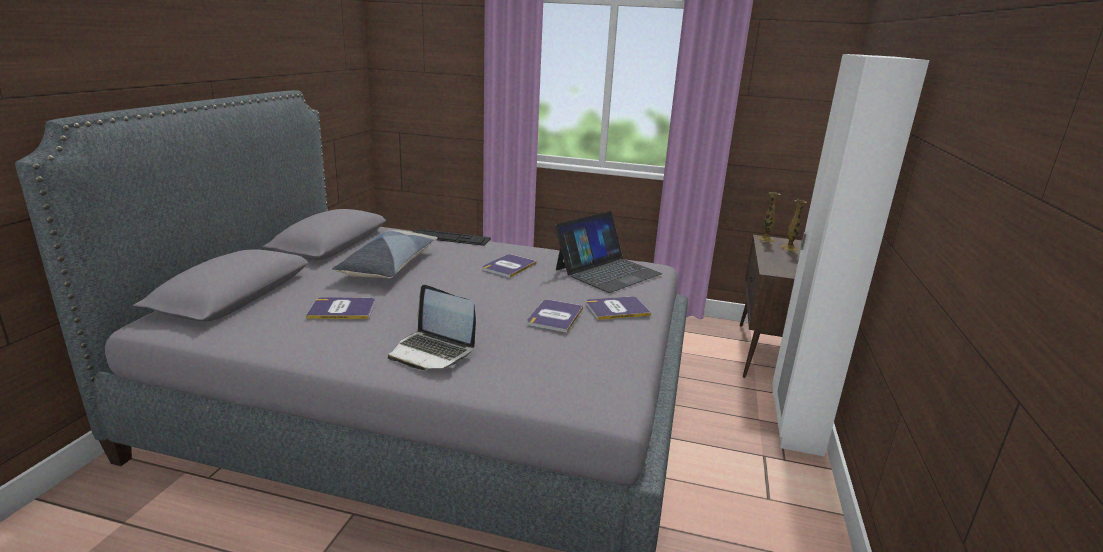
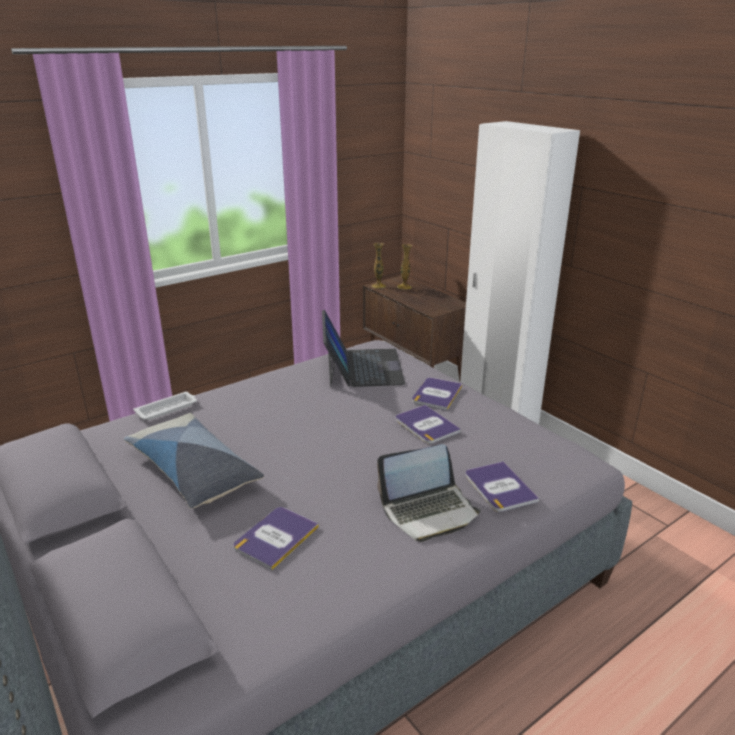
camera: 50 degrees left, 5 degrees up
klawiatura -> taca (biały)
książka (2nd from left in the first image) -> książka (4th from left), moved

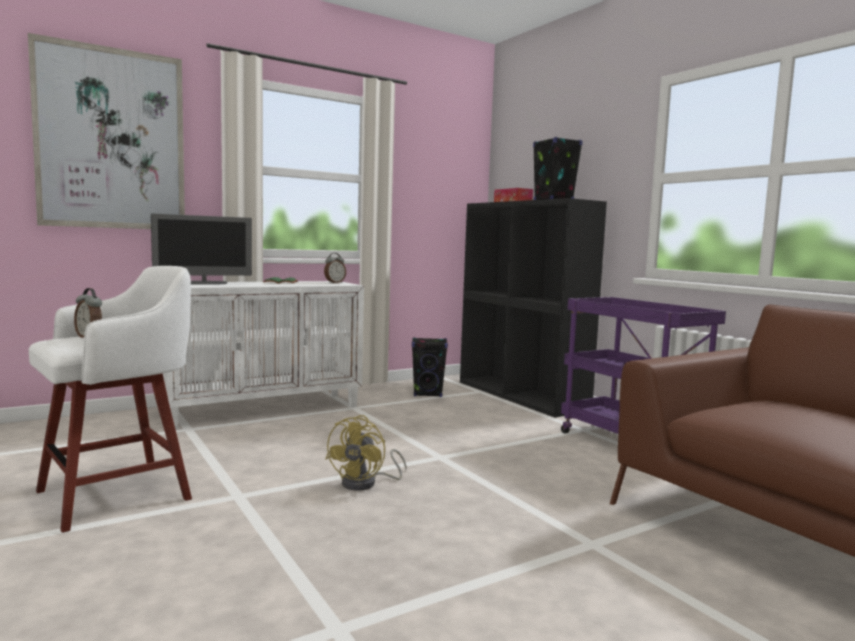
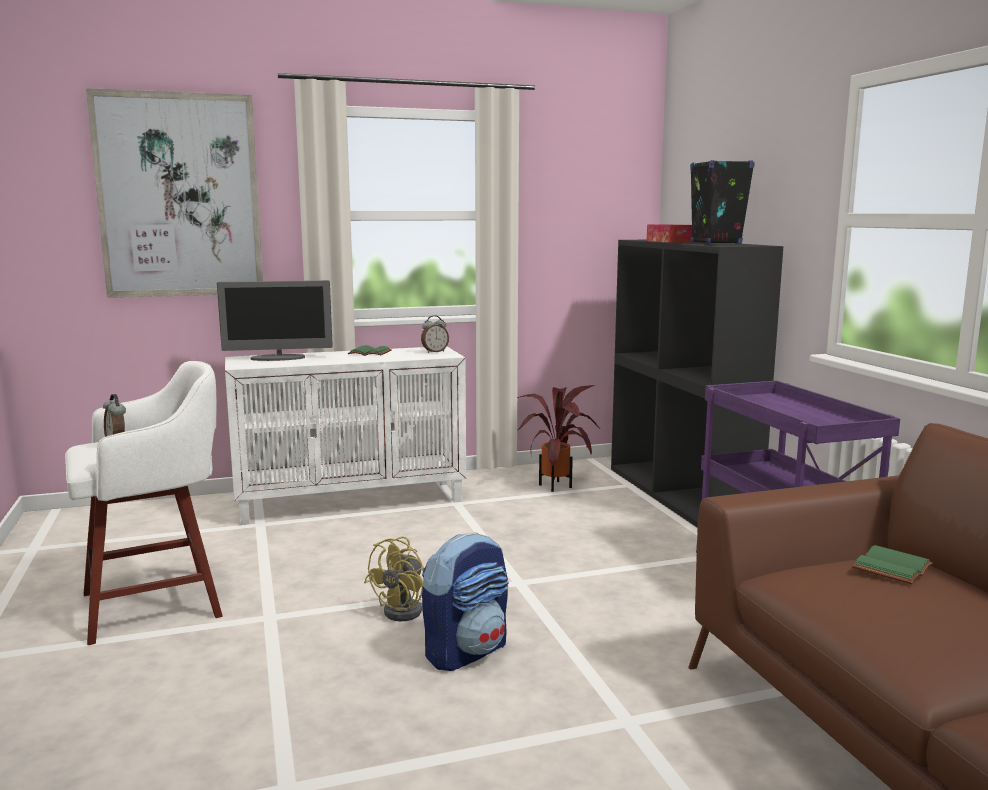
camera: 15 degrees right, 5 degrees up
głośnik (czarny) (1st from left) -> roślina doniczkowa
none -> plecak
none -> książka (zielony) (2nd from left)

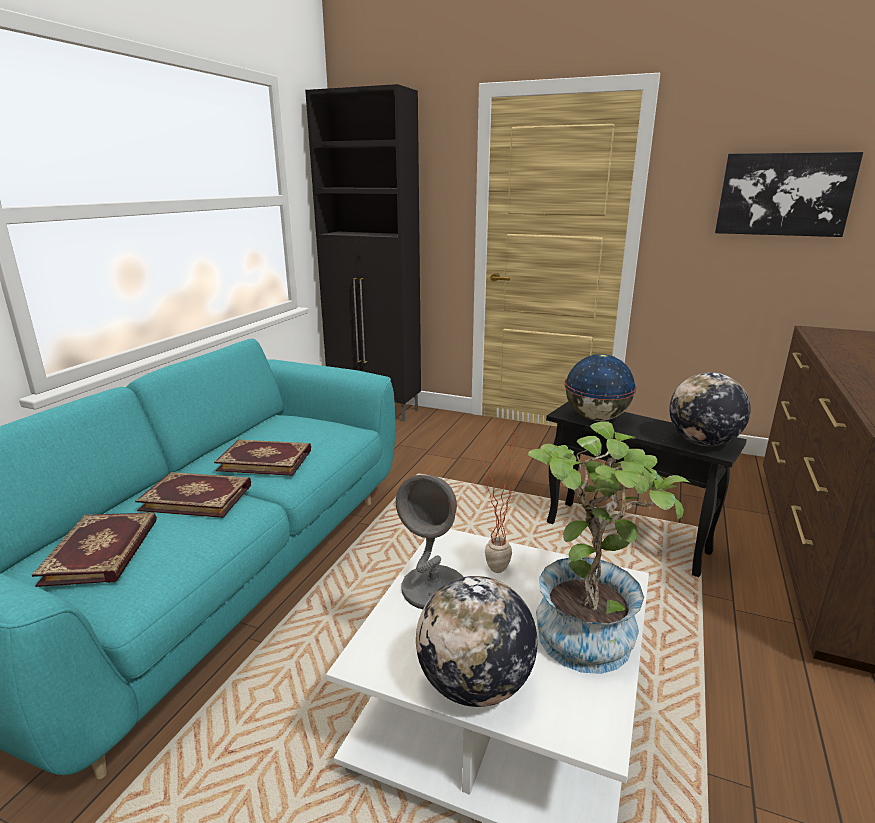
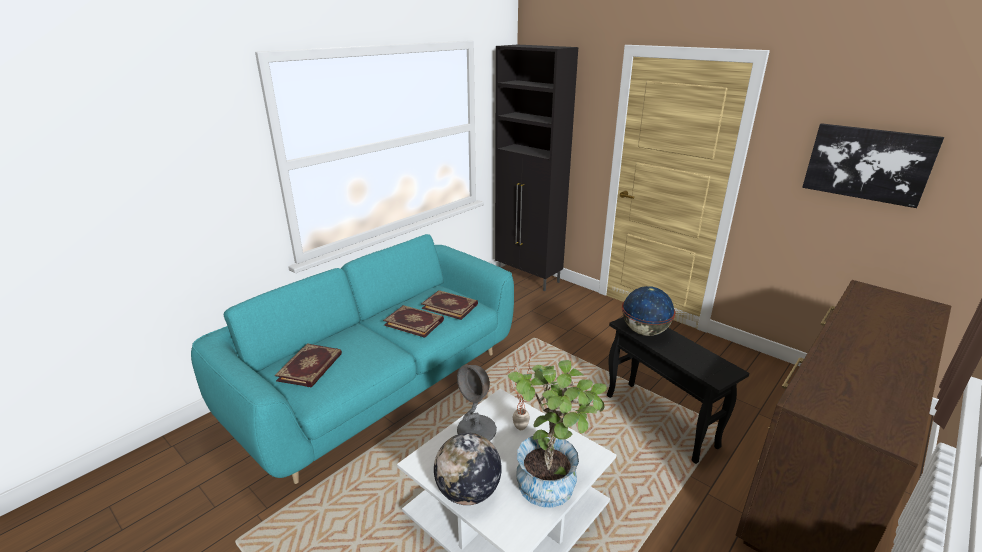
camera: 20 degrees right, 5 degrees up
globus (3rd from left) -> none
książka (2nd from left in the first image) -> książka (3rd from left), moved

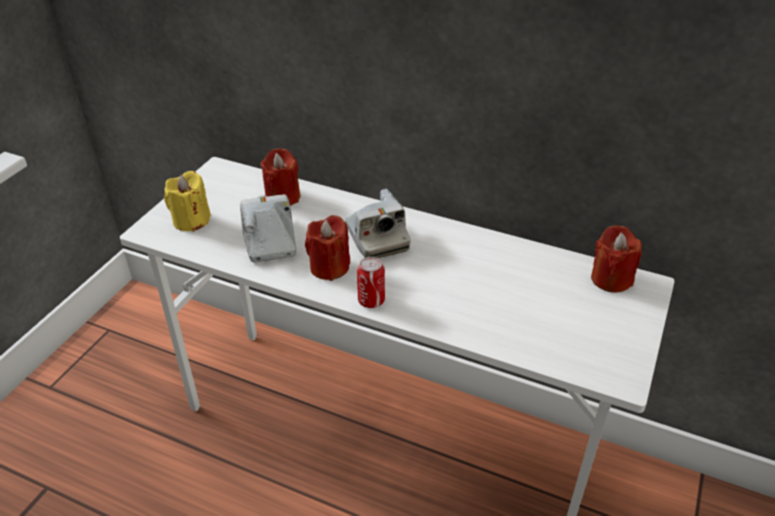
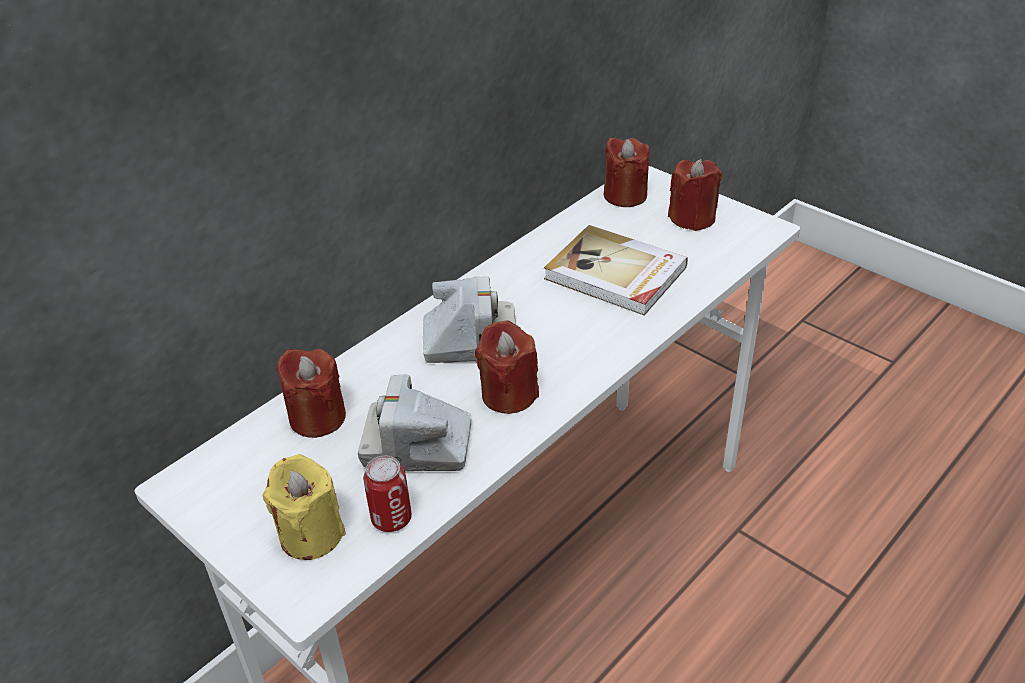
camera: 70 degrees left, 0 degrees up
puszka, moved
none -> świeca (czerwony) (4th from left)
none -> książka

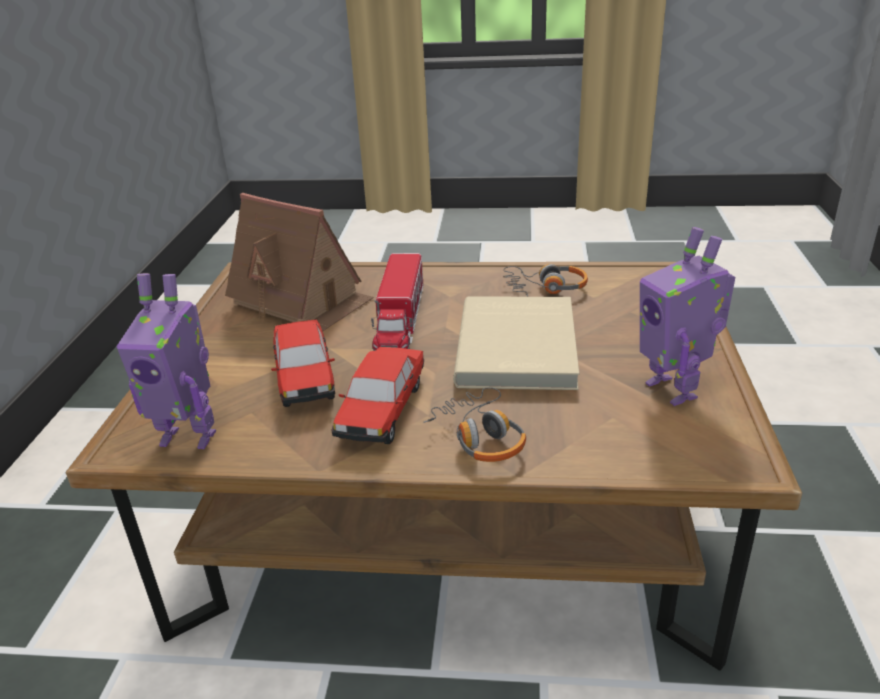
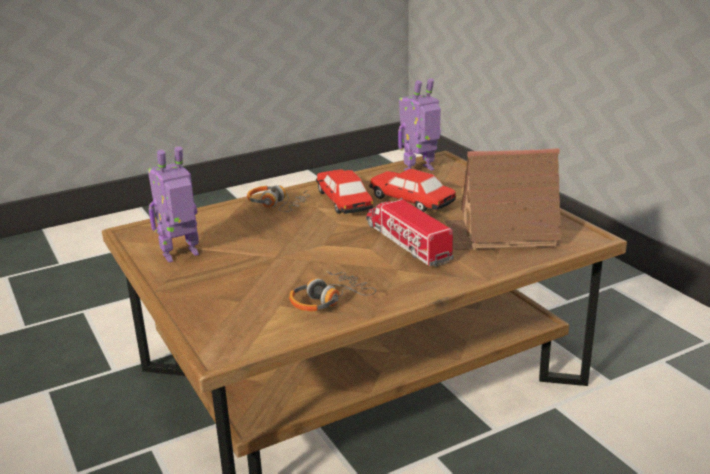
camera: 145 degrees right, 5 degrees down
robot zabawkowy (2nd from left in the first image) -> robot zabawkowy (1st from left), 60 degrees counterclockwise
książka (beżowy) -> none

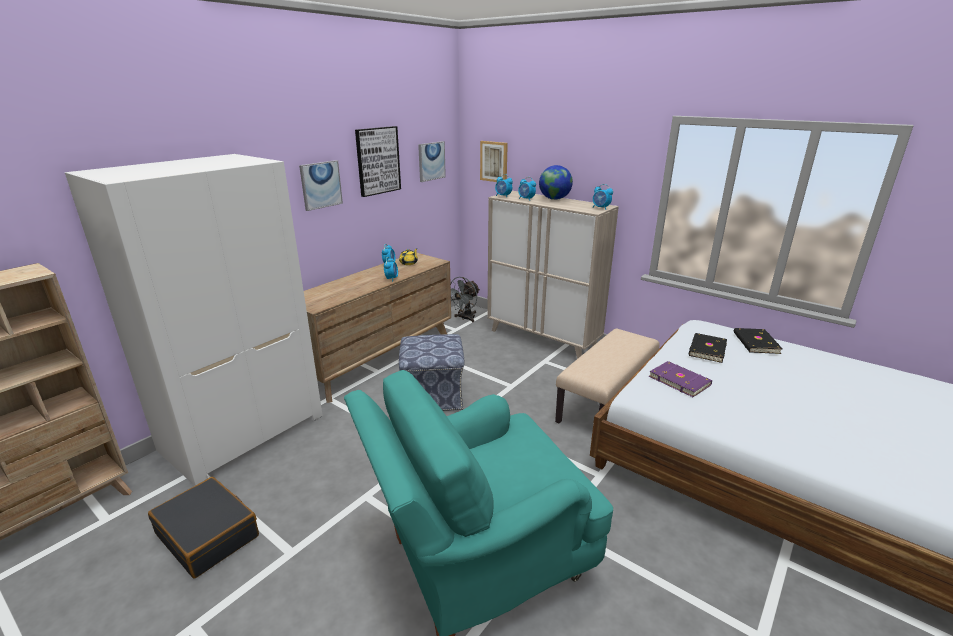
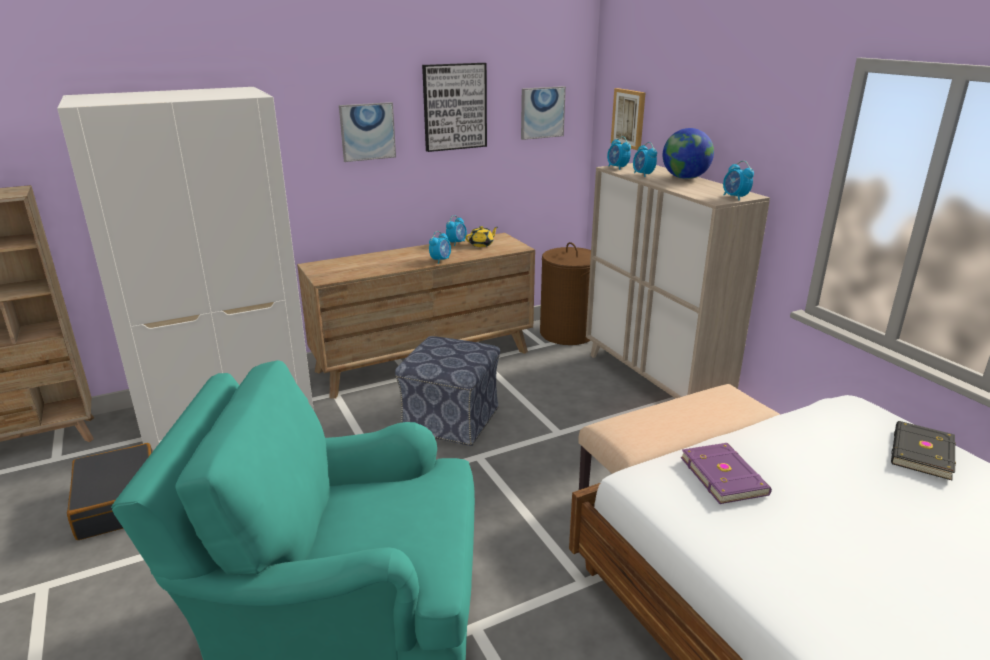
camera: 25 degrees right, 0 degrees up
wentylator (szary) -> kosz na pranie (brązowy)
książka (czarny) (1st from left) -> none

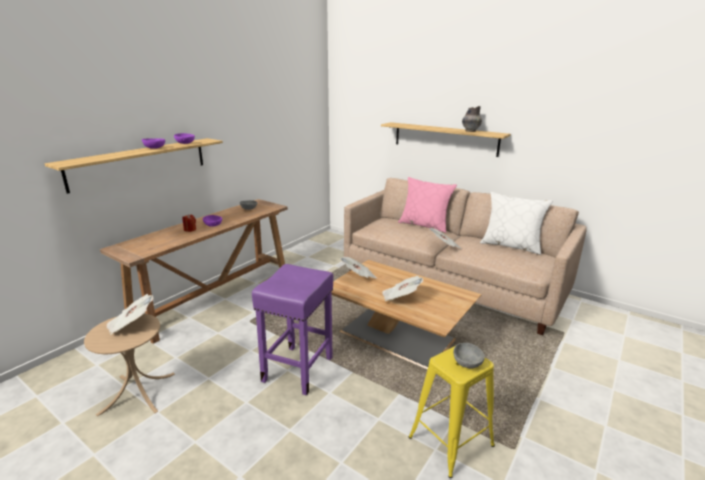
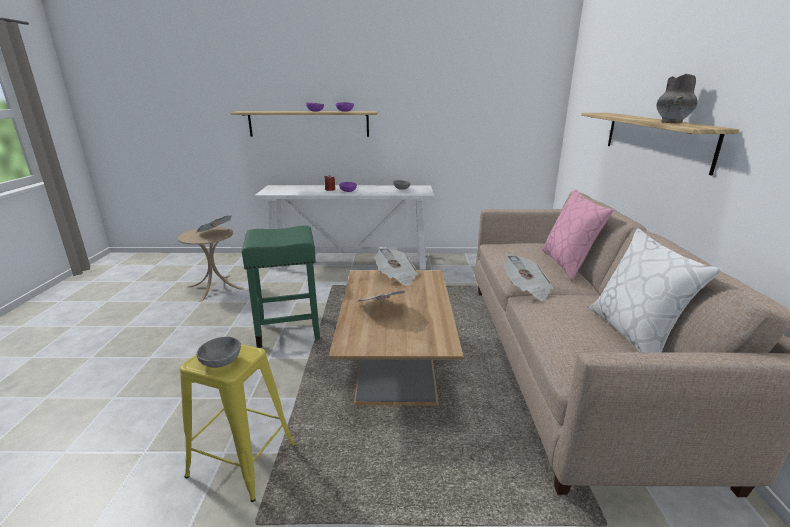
camera: 55 degrees right, 0 degrees up
stolik konsolowy (brązowy) -> stolik konsolowy (biały)
stołek (fioletowy) -> stołek (zielony)

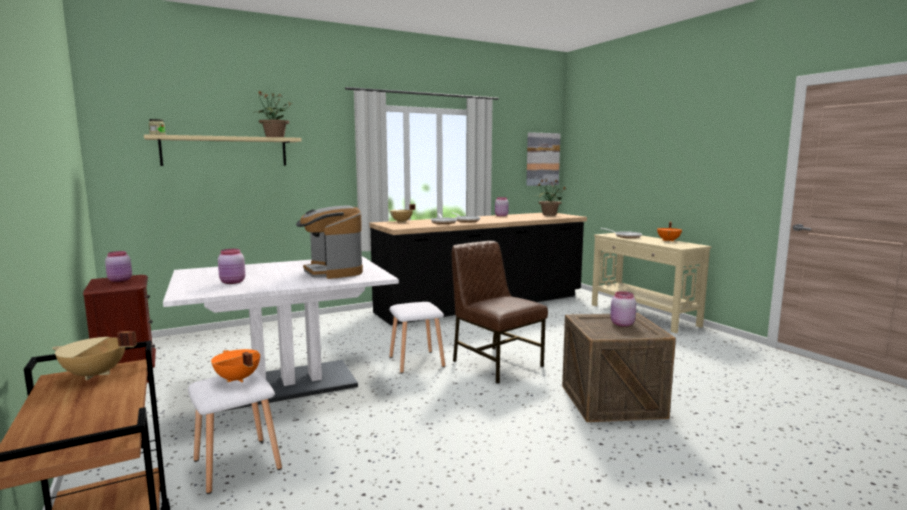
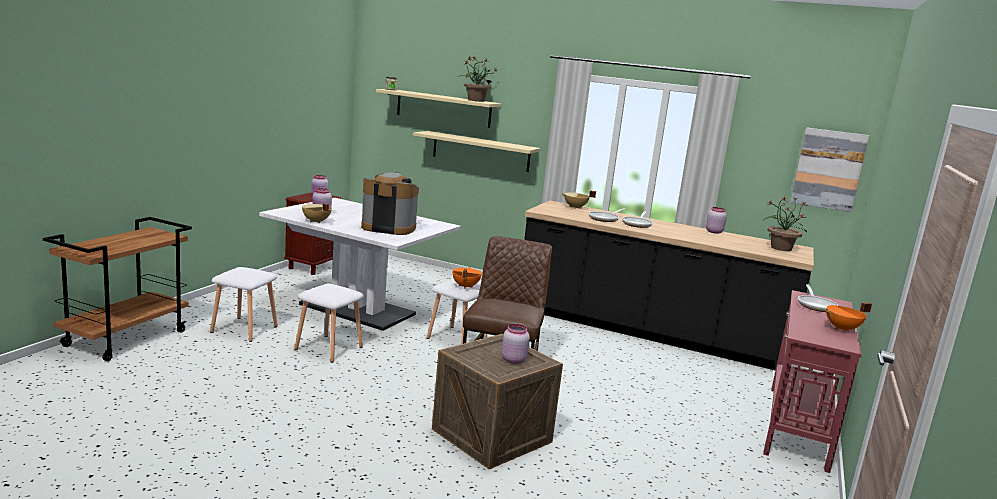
camera: 50 degrees right, 5 degrees up
ekspres do kawy, 75 degrees clockwise
stolik konsolowy (beżowy) -> stolik konsolowy (czerwony)
garnek (beżowy) (1st from left), moved
garnek (pomarańczowy) (1st from left), moved
none -> półka (beżowy) (2nd from left)
none -> stołek (biały) (2nd from left)

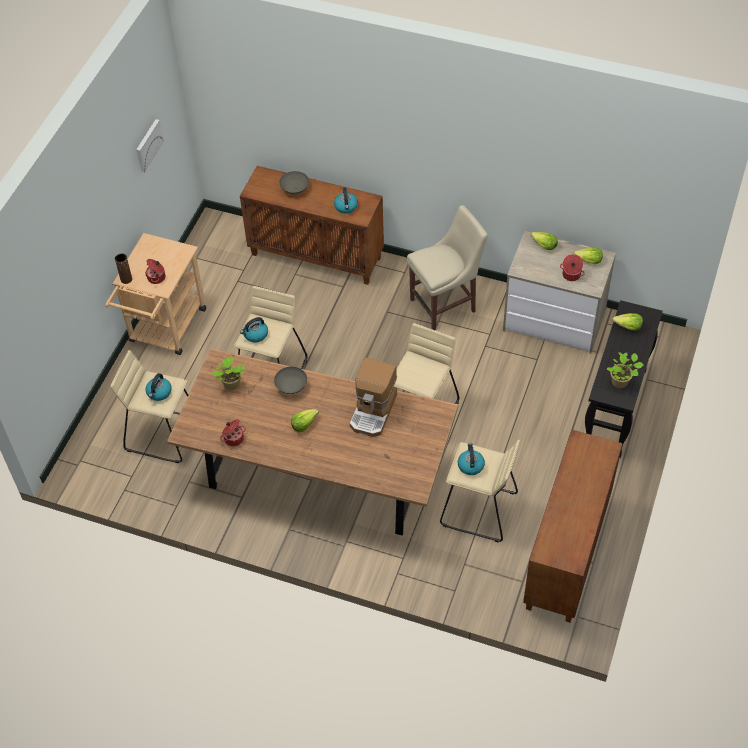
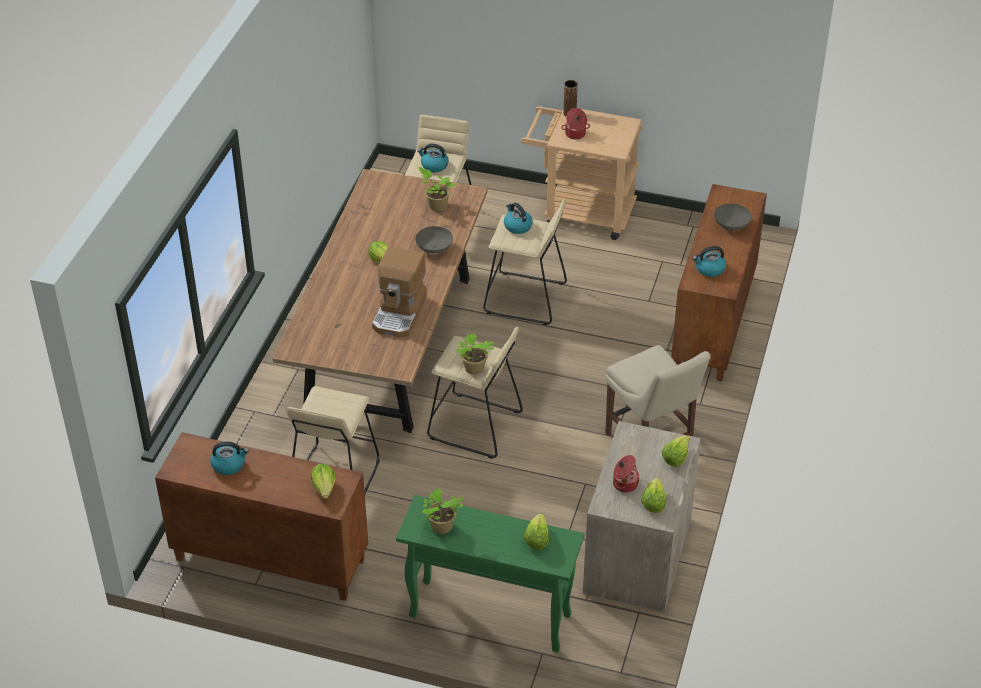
camera: 85 degrees right, 10 degrees down
obraz -> none
stolik konsolowy (czarny) -> stolik konsolowy (zielony)
ekspres do kawy, 90 degrees counterclockwise
garnek (2nd from left) -> none
czajnik (4th from left in the first image) -> czajnik (1st from left), moved
none -> roślina doniczkowa (3rd from left)
none -> sałata (1st from left)

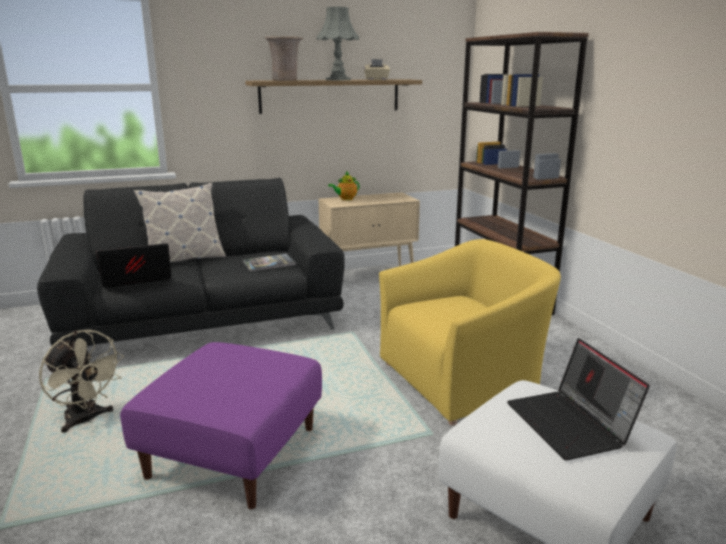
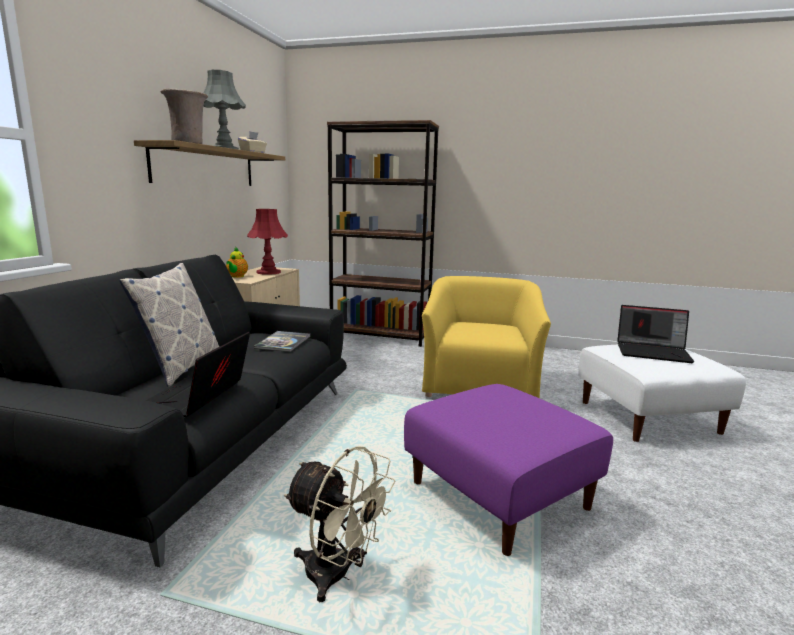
camera: 55 degrees left, 5 degrees down
wentylator (beżowy), 45 degrees clockwise
none -> lampa stołowa (czerwony)

